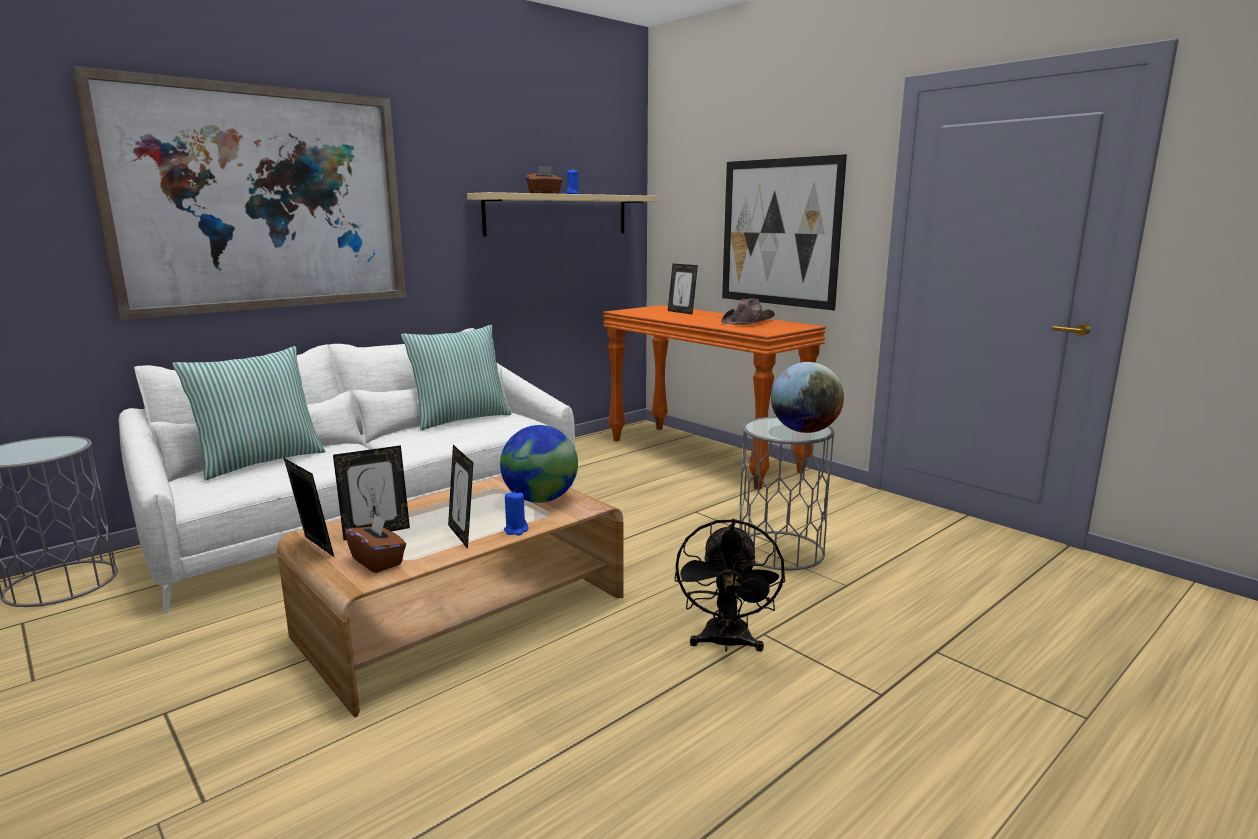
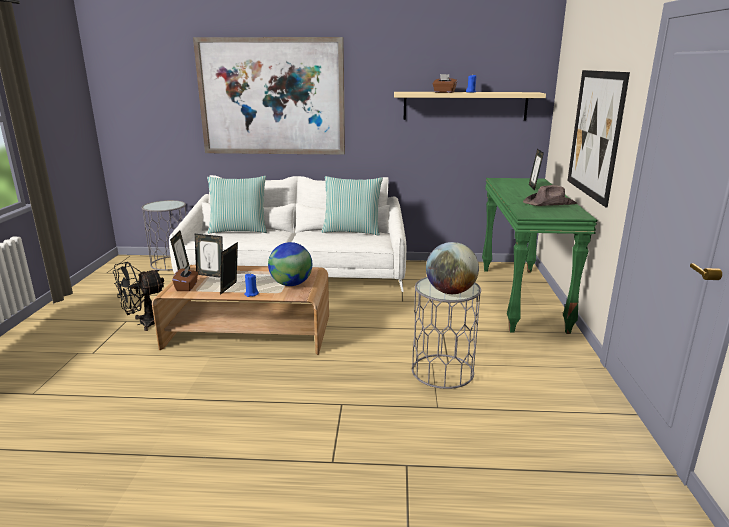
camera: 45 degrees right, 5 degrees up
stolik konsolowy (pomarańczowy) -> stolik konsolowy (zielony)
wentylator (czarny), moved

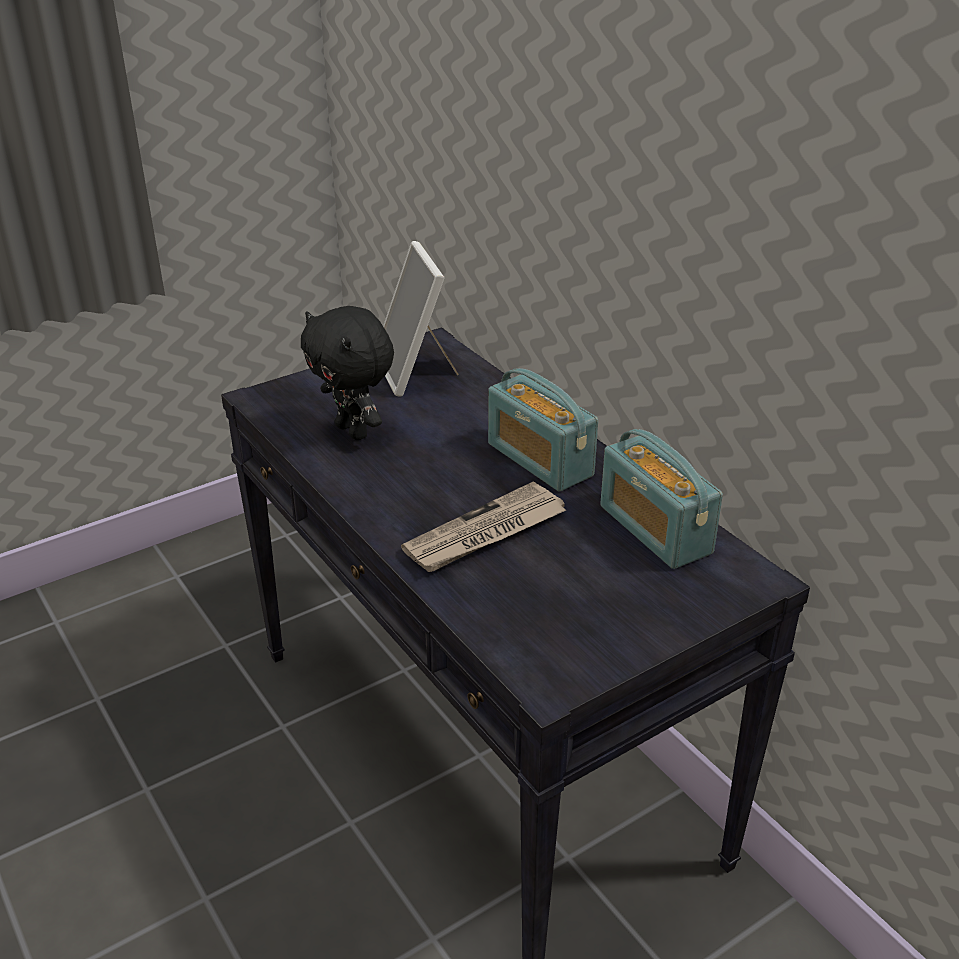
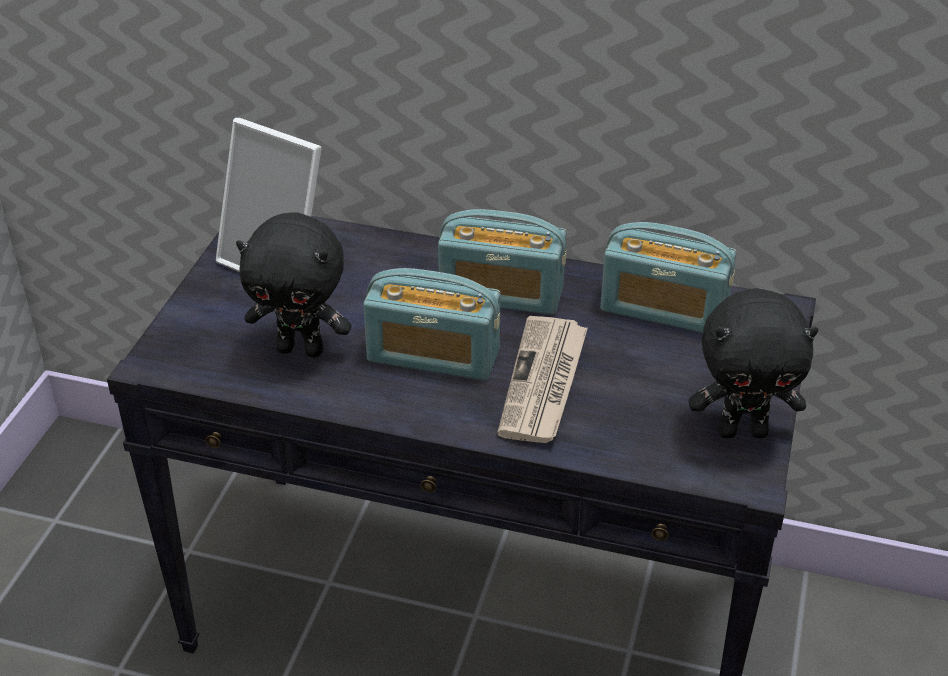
camera: 40 degrees left, 5 degrees up
none -> radio (1st from left)
none -> pluszak (czarny) (2nd from left)

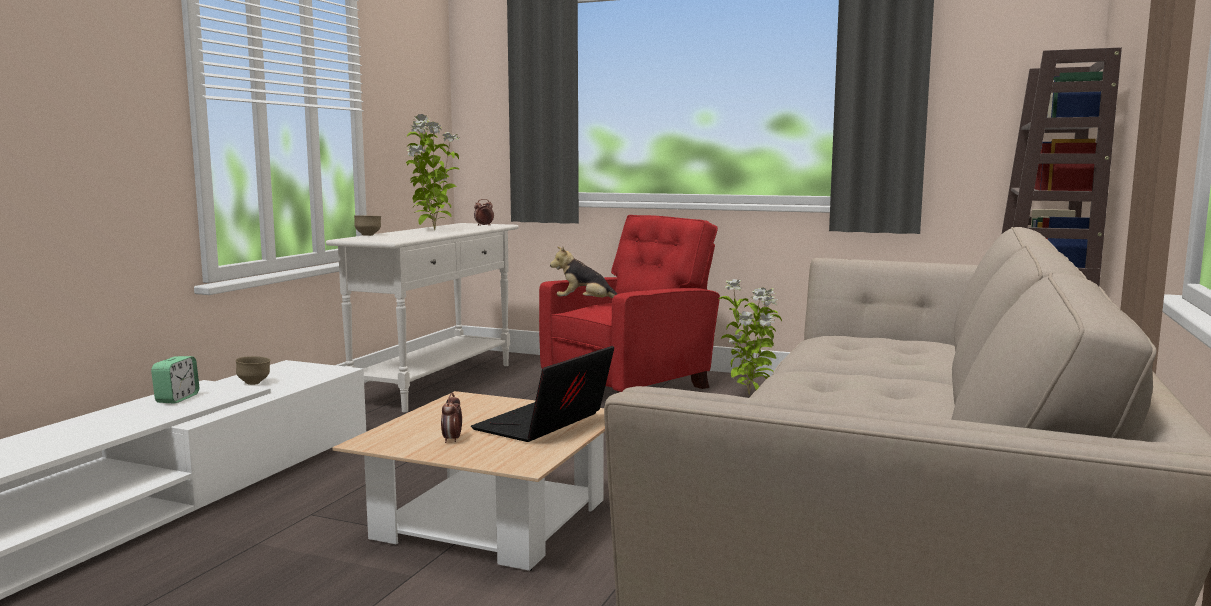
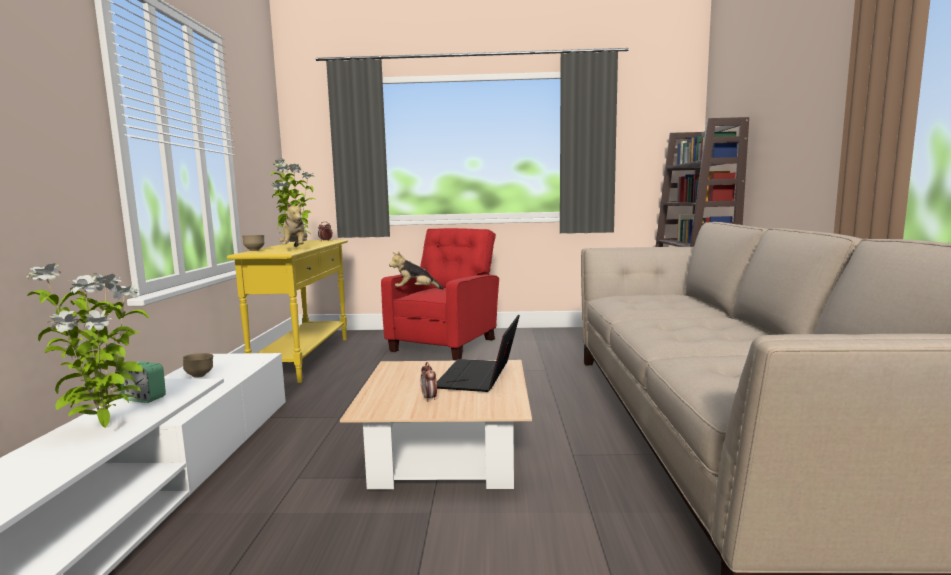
camera: 20 degrees left, 0 degrees up
stolik konsolowy (biały) -> stolik konsolowy (żółty)
roślina doniczkowa (2nd from left in the first image) -> roślina doniczkowa (1st from left), moved
budzik (1st from left), 120 degrees clockwise
none -> pluszak (1st from left)

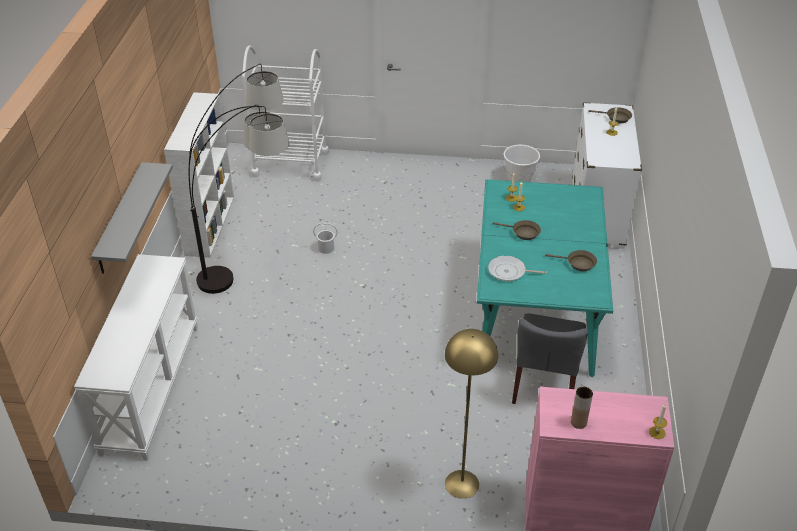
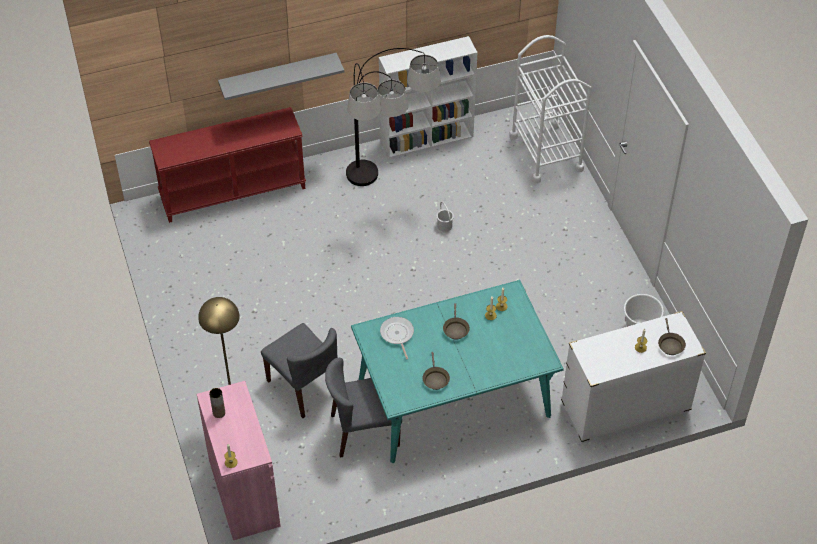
camera: 65 degrees right, 10 degrees up
stolik konsolowy (biały) -> stolik konsolowy (czerwony)
none -> krzesło (szary) (1st from left)

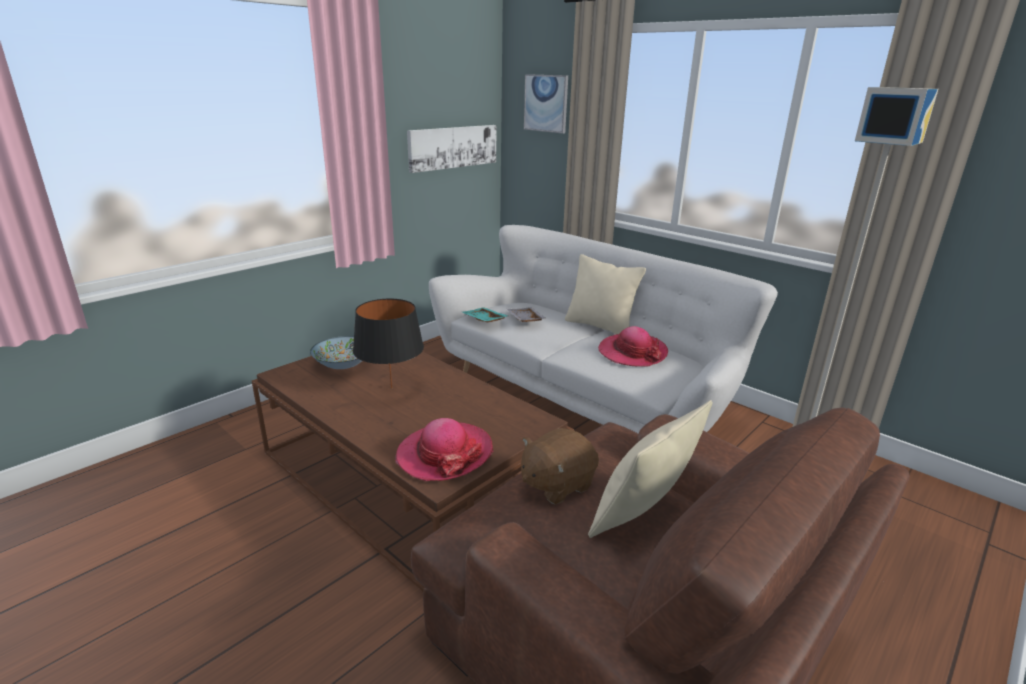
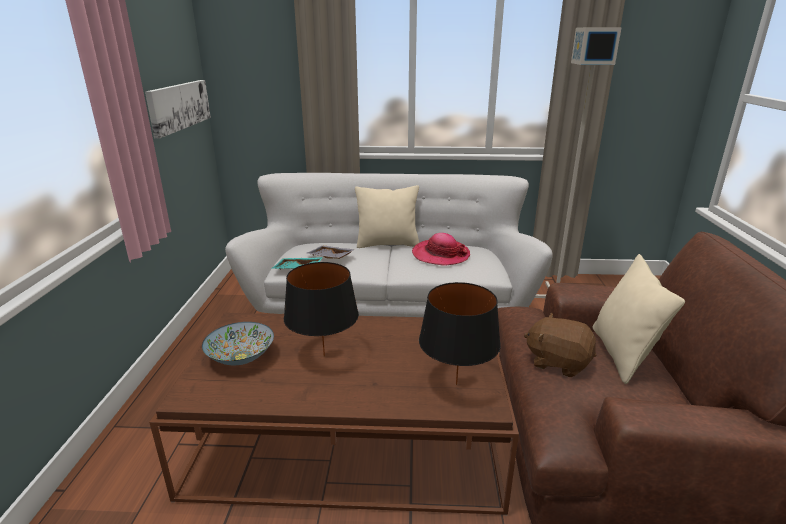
camera: 40 degrees left, 0 degrees up
obraz (2nd from left) -> none
kapelusz (1st from left) -> lampa stołowa (czarny) (2nd from left)
pluszak (brązowy), 105 degrees clockwise

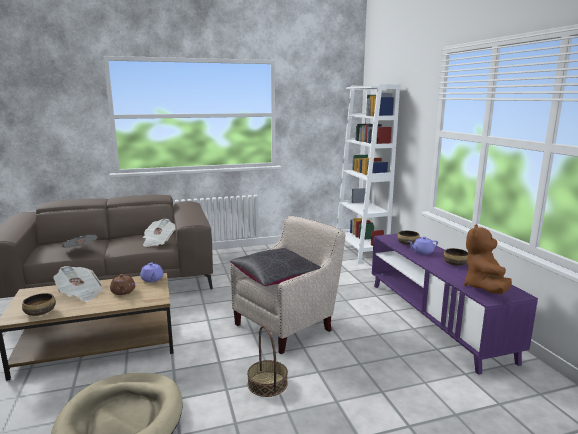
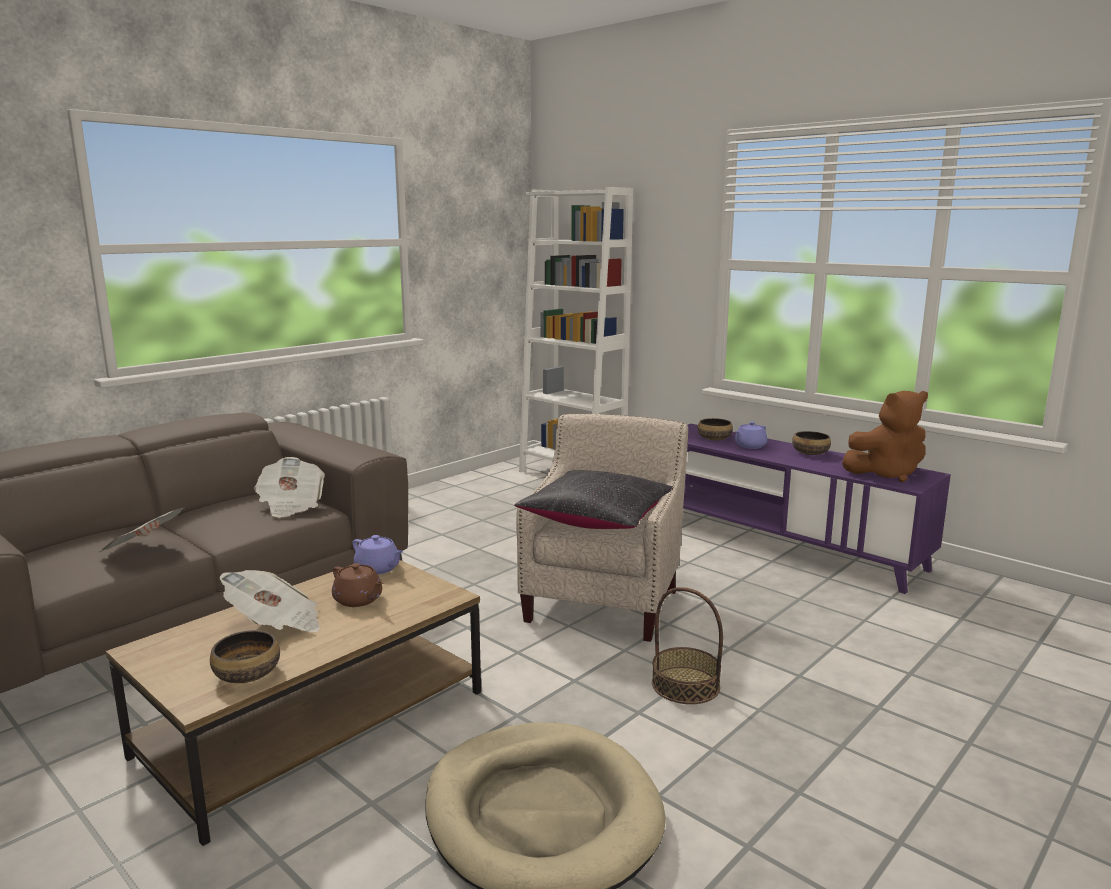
camera: 30 degrees left, 0 degrees up
pluszak (brązowy), 90 degrees counterclockwise

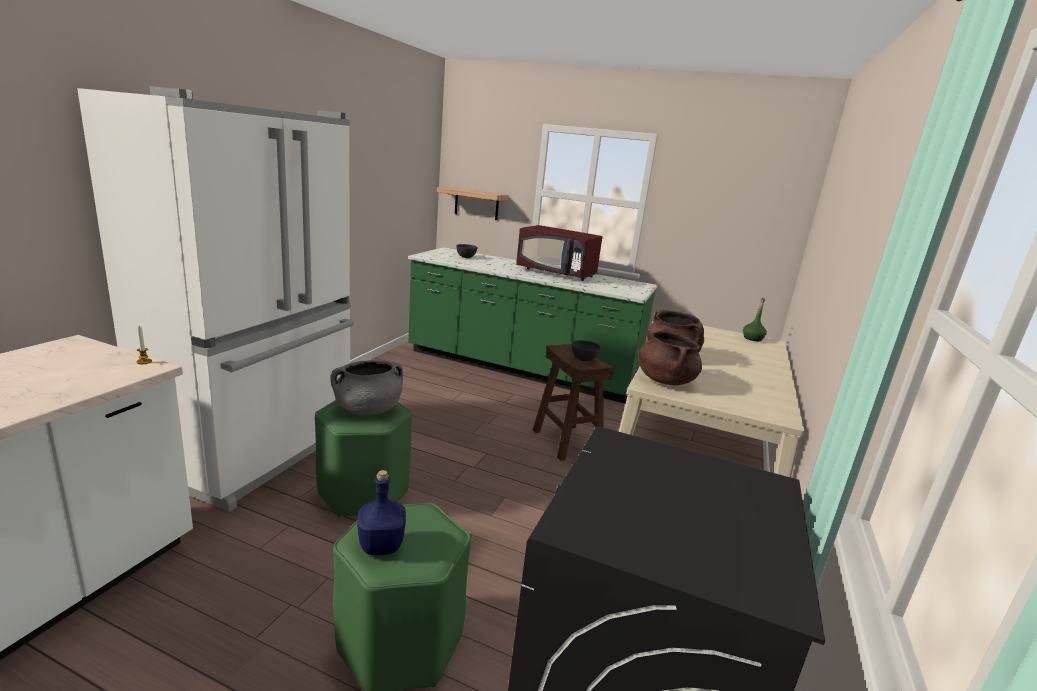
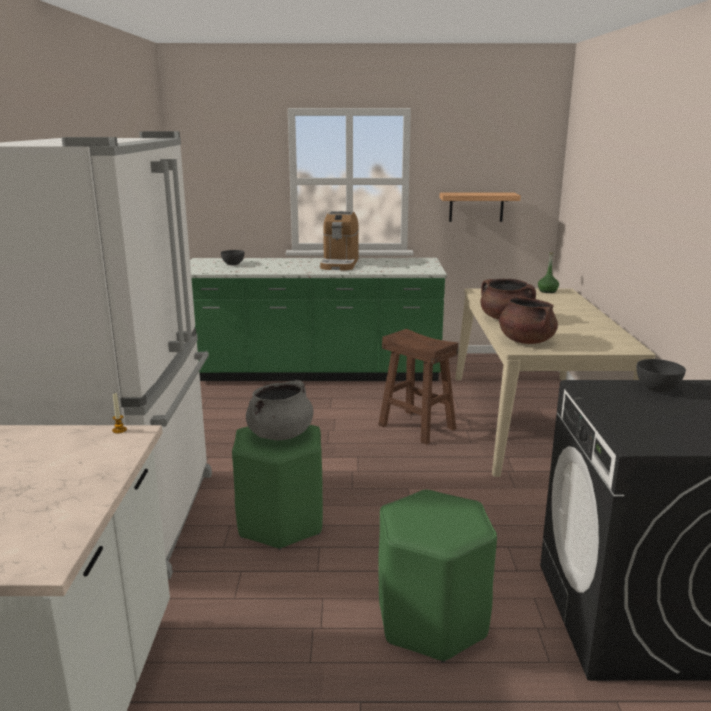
camera: 20 degrees left, 0 degrees up
półka, moved
mikrofalówka (czerwony) -> ekspres do kawy
miska (szary) (2nd from left), moved
butelka (niebieski) -> none

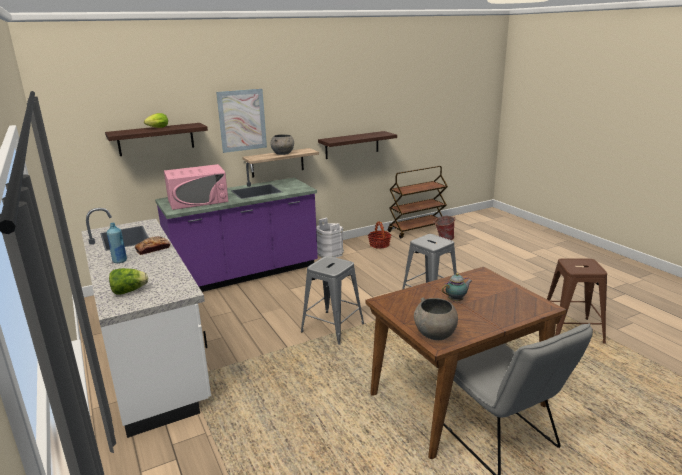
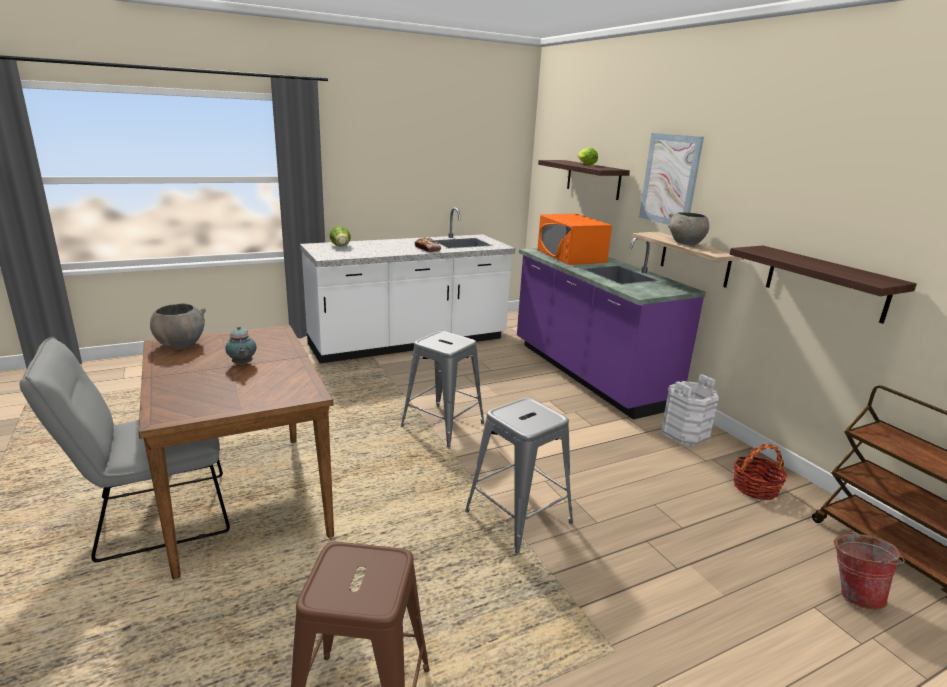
camera: 90 degrees right, 0 degrees up
mikrofalówka (różowy) -> mikrofalówka (pomarańczowy)
butelka (niebieski) -> none

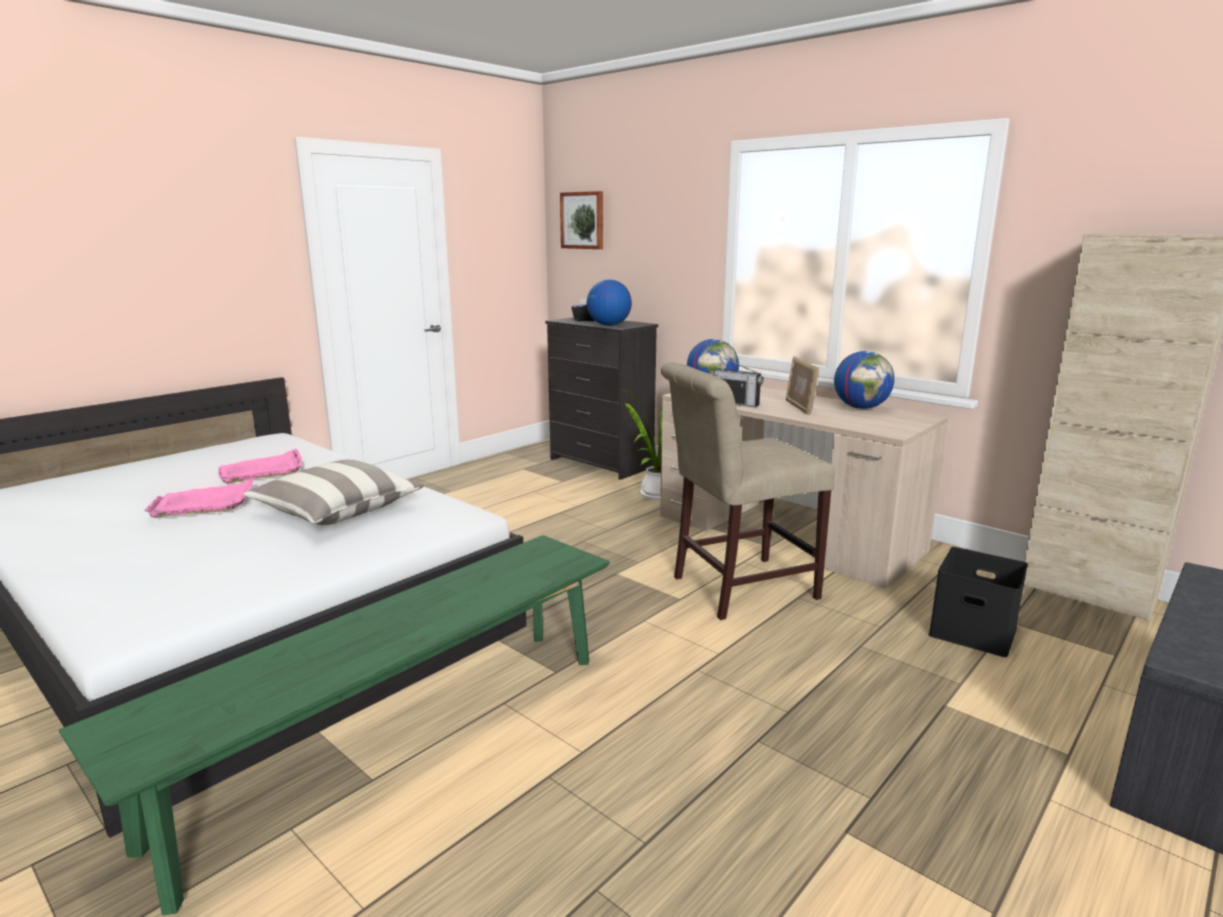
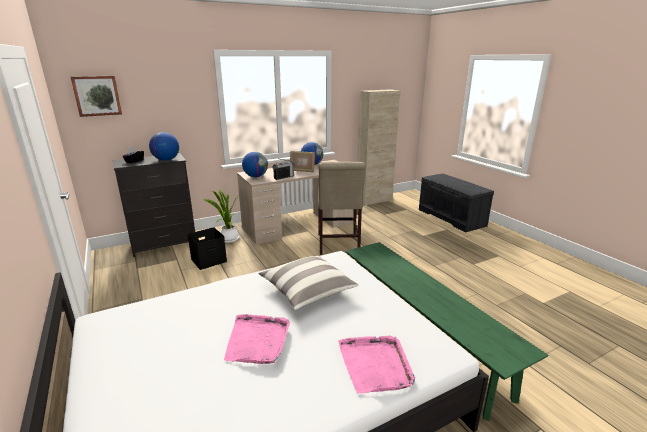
camera: 70 degrees left, 5 degrees up
taca (różowy) (2nd from left), moved
pojemnik do przechowywania (czarny), moved

